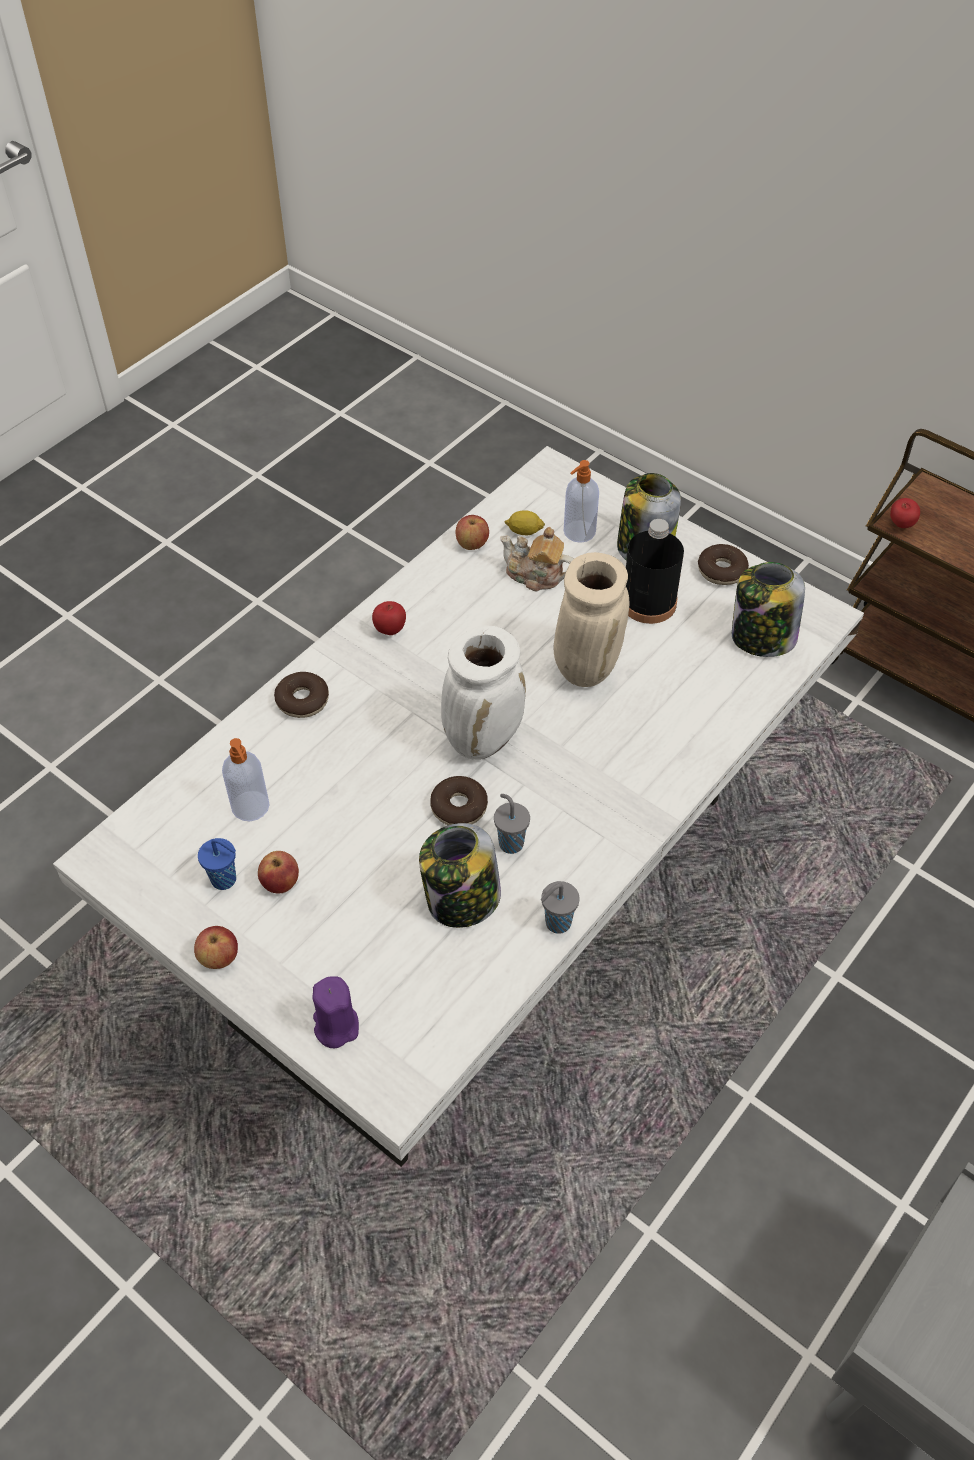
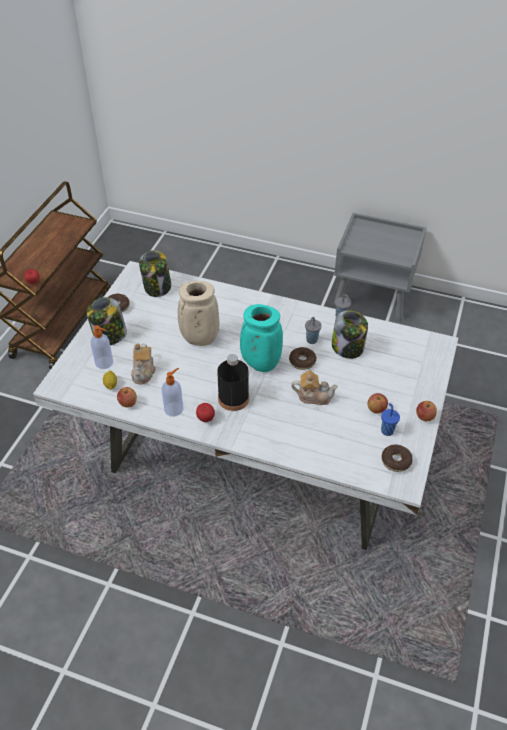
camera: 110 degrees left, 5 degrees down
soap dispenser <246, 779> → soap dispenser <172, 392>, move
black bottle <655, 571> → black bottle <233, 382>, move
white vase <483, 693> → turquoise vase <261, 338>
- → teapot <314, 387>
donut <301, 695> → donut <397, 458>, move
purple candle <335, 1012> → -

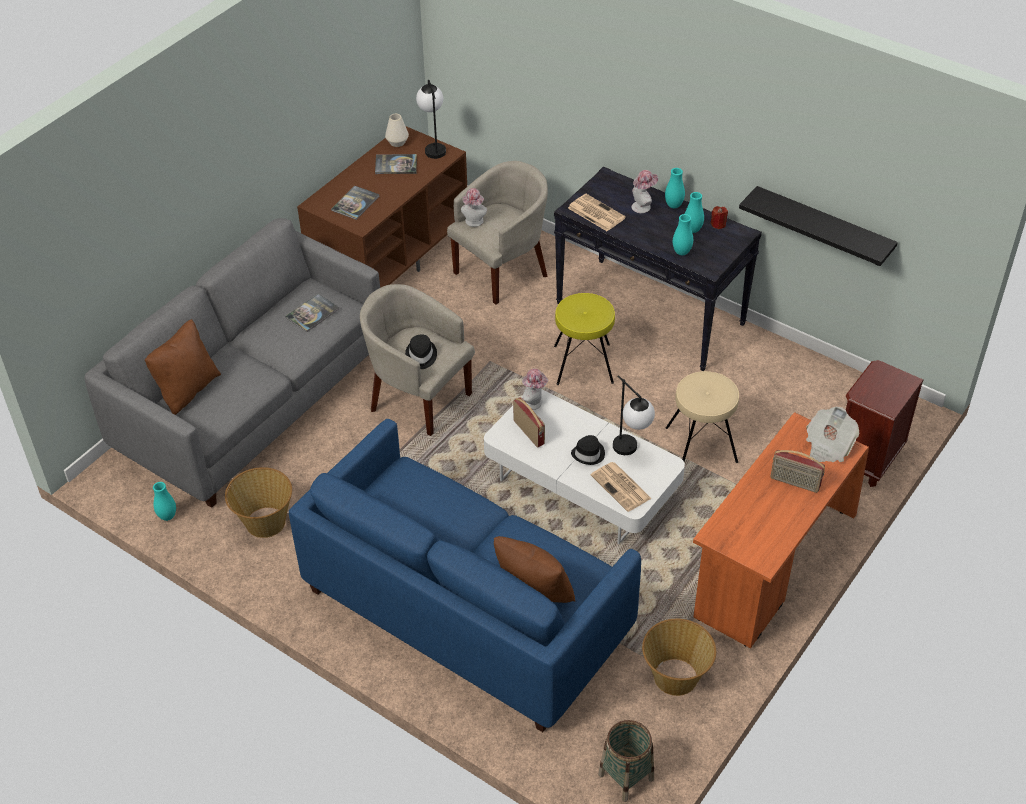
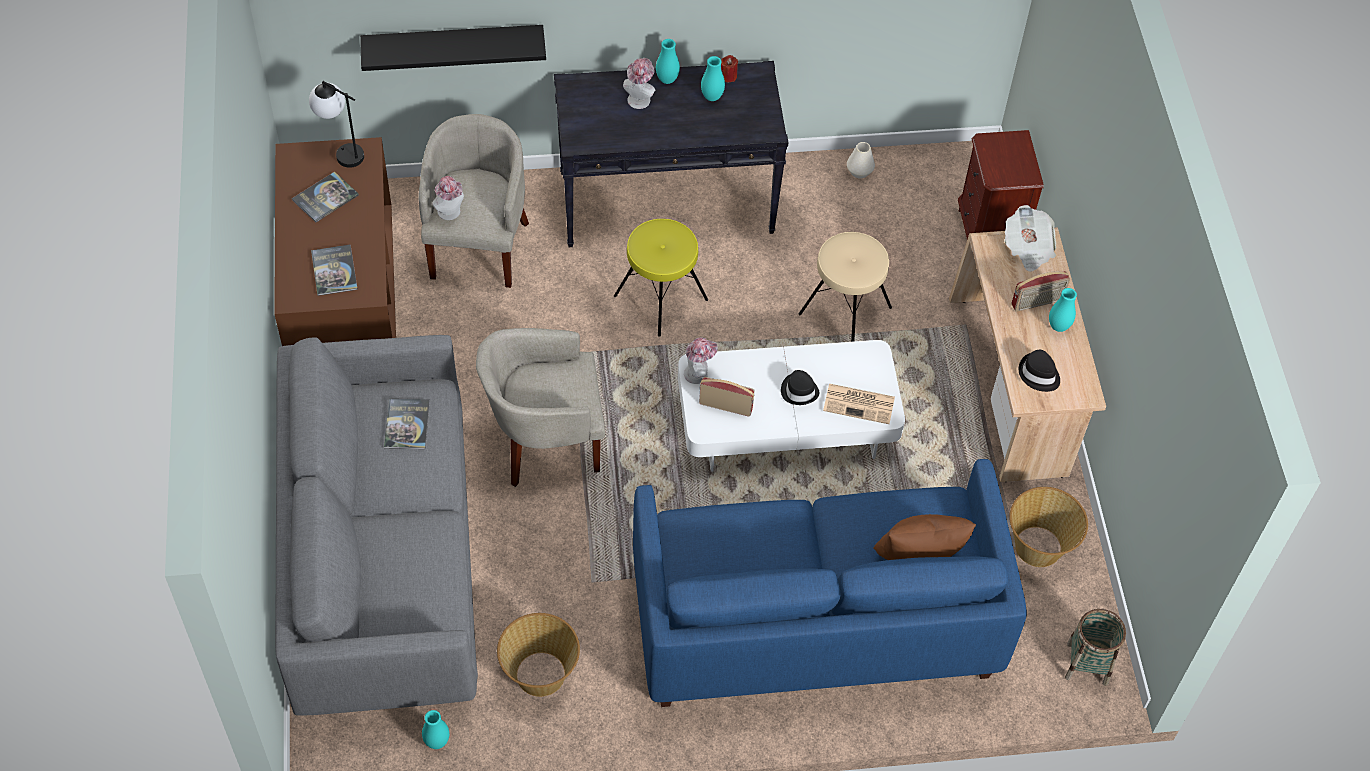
camera: 45 degrees left, 10 degrees up
black shelf <818, 226> → black shelf <453, 48>, move
white vase <397, 130> → white vase <861, 160>, move
orange desk <781, 530> → beige desk <1027, 354>
black hat <421, 352> → black hat <1039, 371>, move
turquoise vase <683, 234> → turquoise vase <1063, 310>, move
brown pillow <183, 367> → -
newspaper <597, 212> → -
table lamp <634, 415> → -

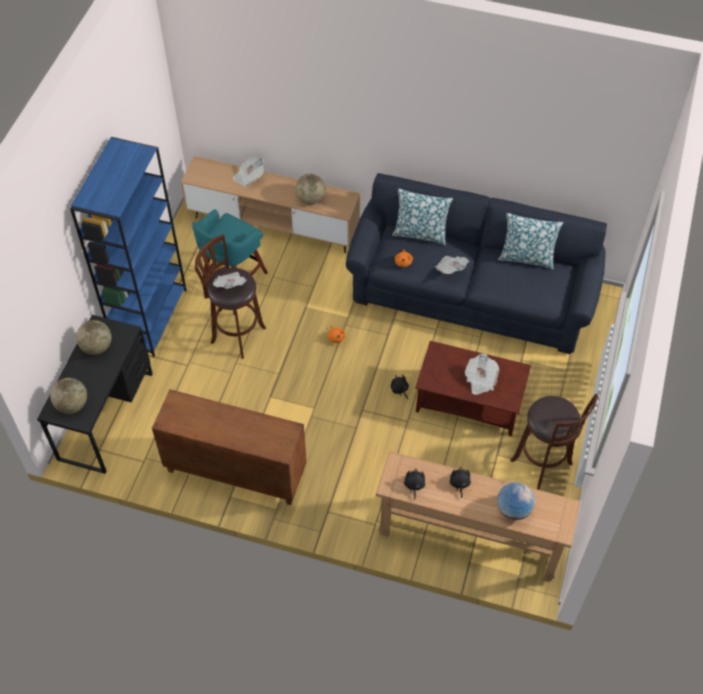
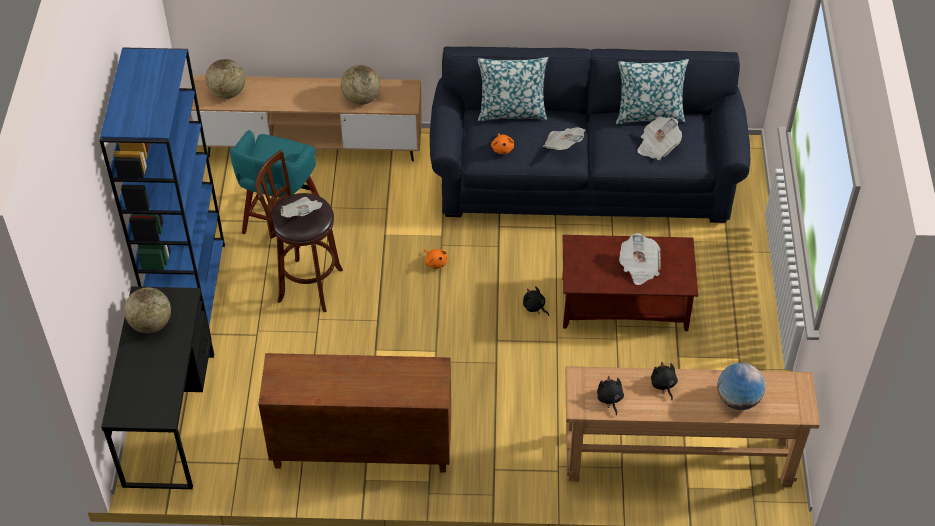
camera: 15 degrees left, 5 degrees down
globe <68, 396> → globe <225, 79>, move
newspaper <248, 171> → newspaper <659, 138>, move
brown stool <554, 442> → -

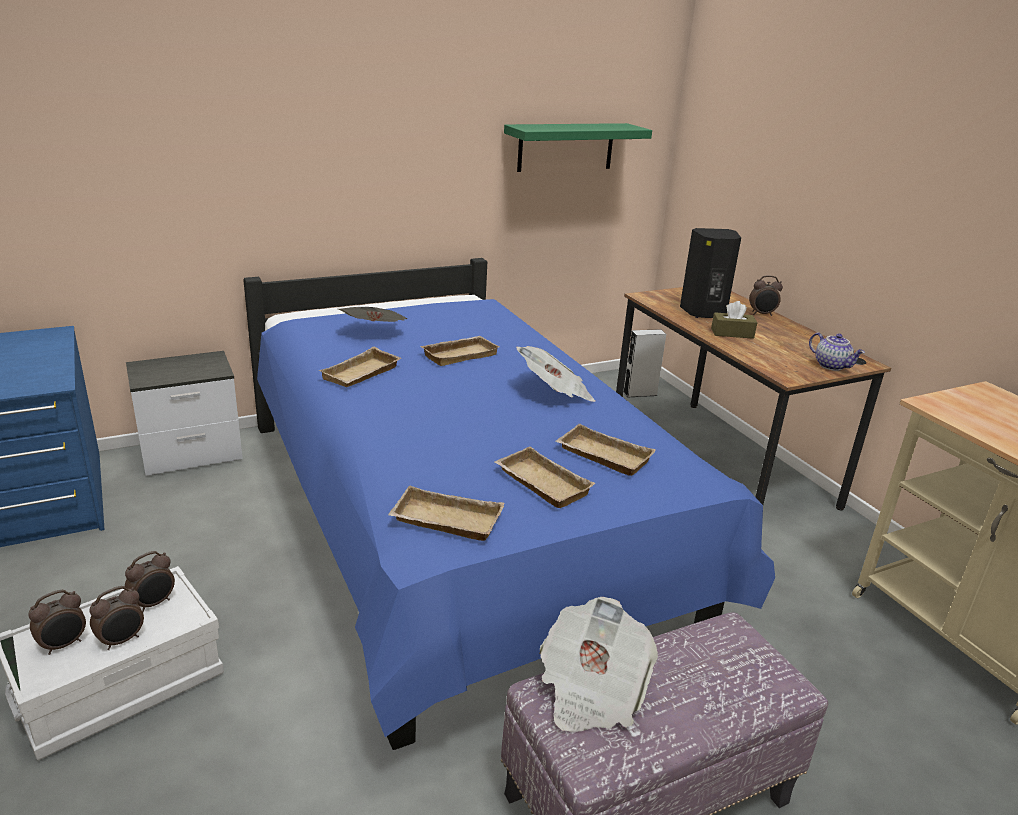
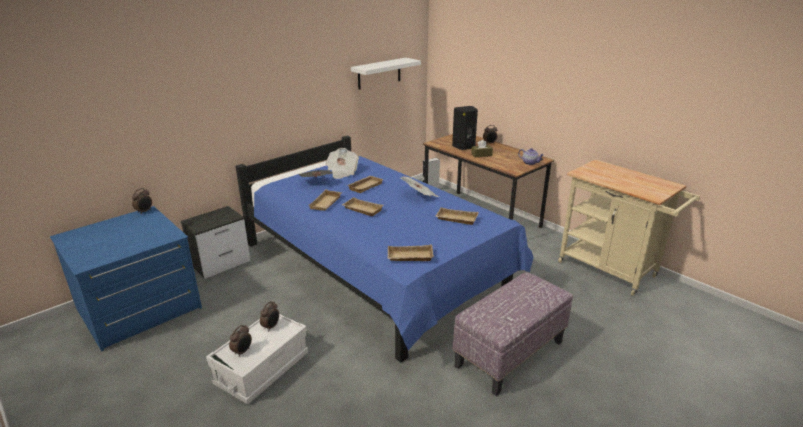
camera: 15 degrees left, 0 degrees up
alarm clock <116, 618> → alarm clock <142, 200>, move
newspaper <598, 664> → newspaper <342, 163>, move
beige tray <545, 477> → beige tray <362, 206>, move
green shelf <578, 147> → white shelf <386, 74>

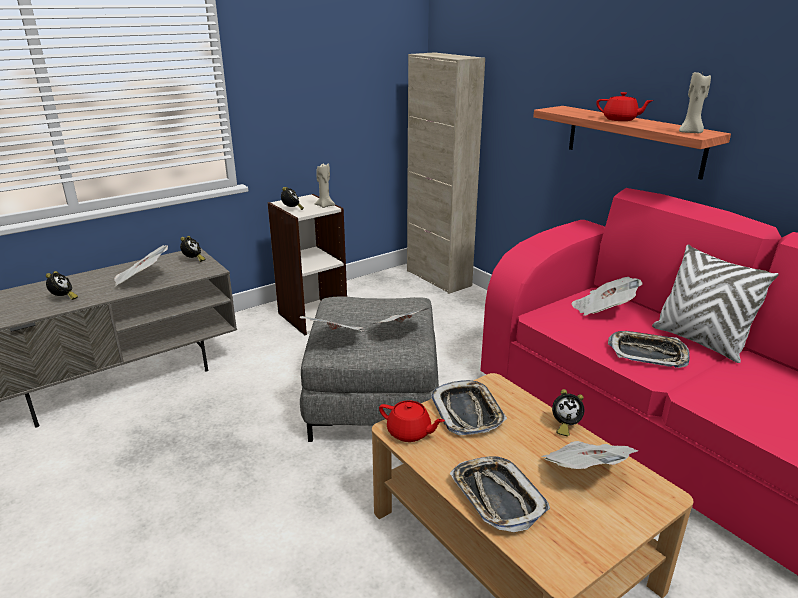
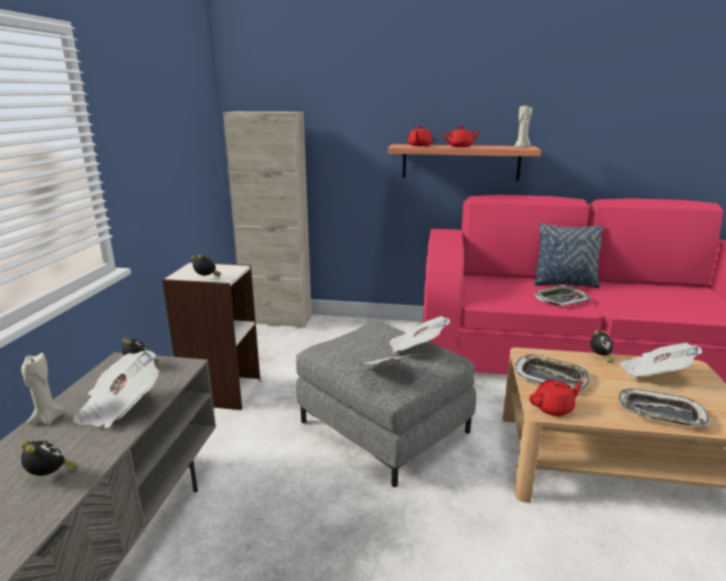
camera: 45 degrees left, 5 degrees down
beige candle <325, 185> → beige candle <44, 389>, move
- → red teapot <420, 135>
white pillow <715, 303> → blue pillow <568, 255>
newspaper <607, 296> → -

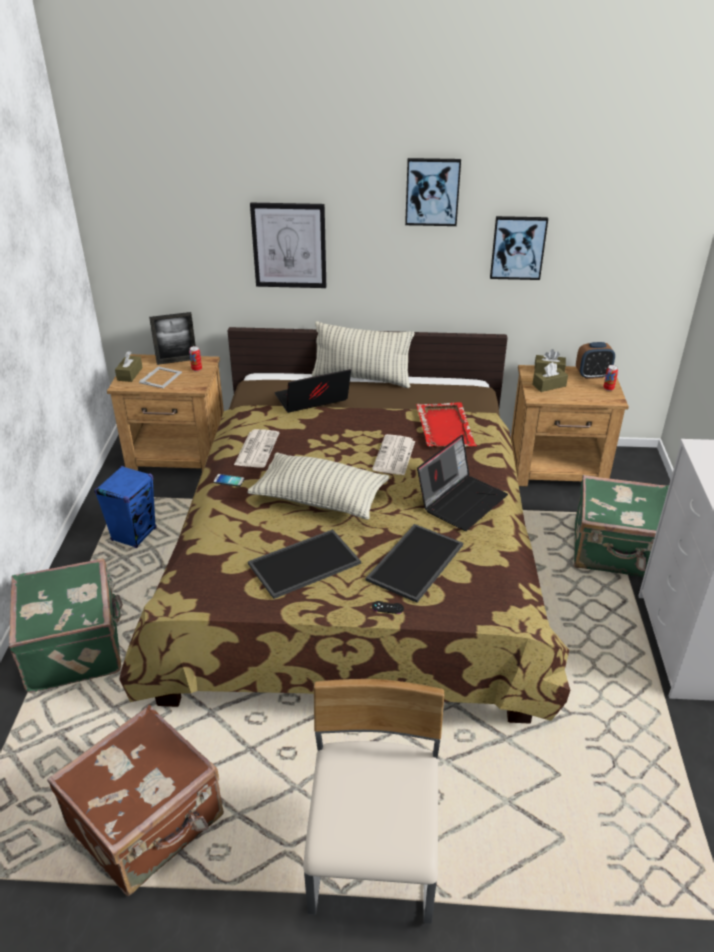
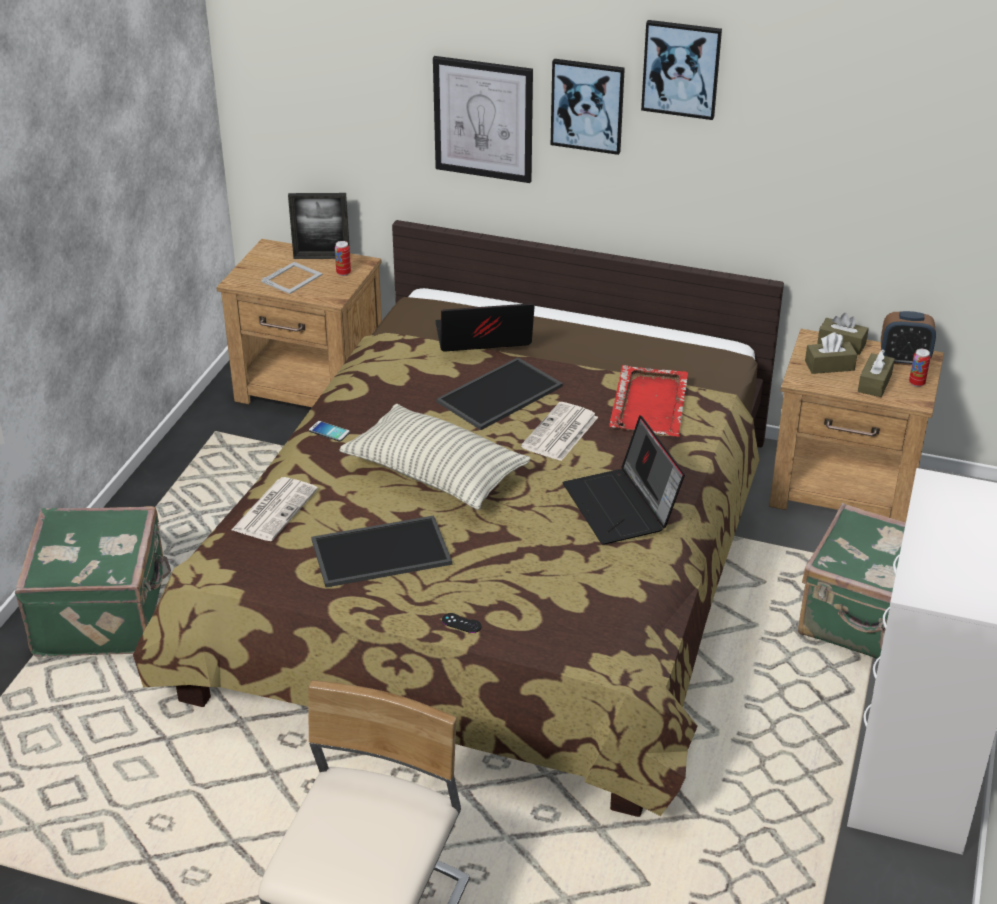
camera: 15 degrees right, 0 degrees up
newspaper <256, 448> → newspaper <274, 509>, move
tray <414, 563> → tray <499, 393>, move
picture <519, 248> → picture <588, 107>, move
laptop <462, 483> → laptop <624, 480>, 105 degrees clockwise
brown tissue box <129, 366> → brown tissue box <876, 373>, move
brown suitcase <135, 800> → -
blue speaker <125, 507> → -
pillow <363, 354> → -

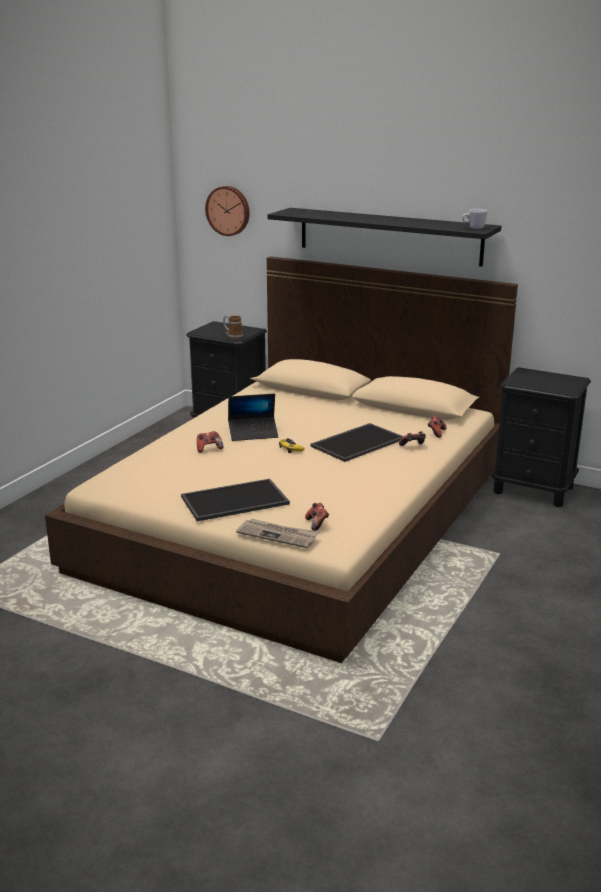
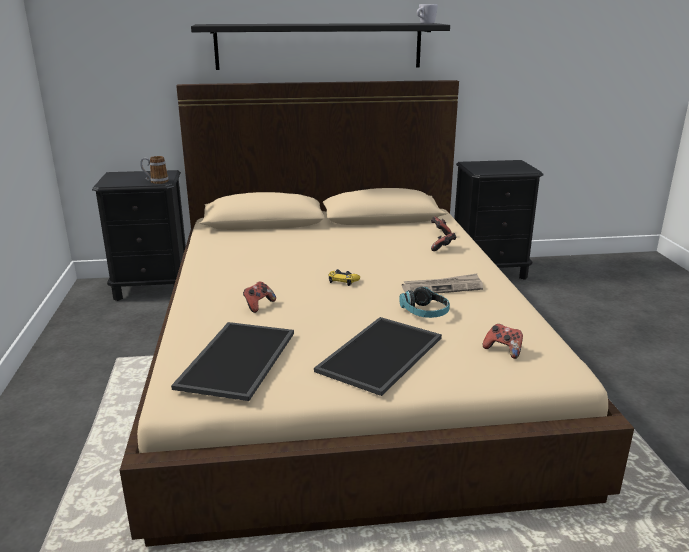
camera: 35 degrees left, 0 degrees up
tray <356, 442> → tray <232, 361>, move
- → headphones <424, 302>
newspaper <278, 533> → newspaper <442, 284>, move
wall clock <227, 211> → -
laptop <253, 417> → -

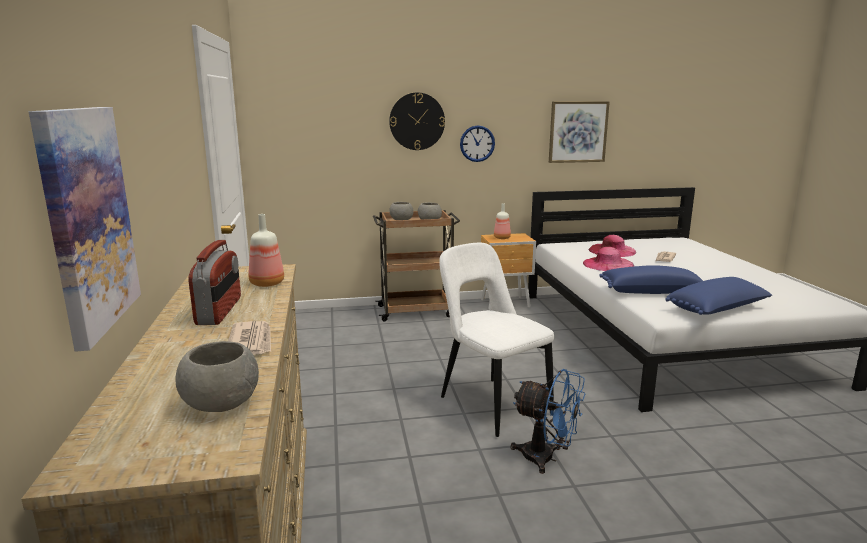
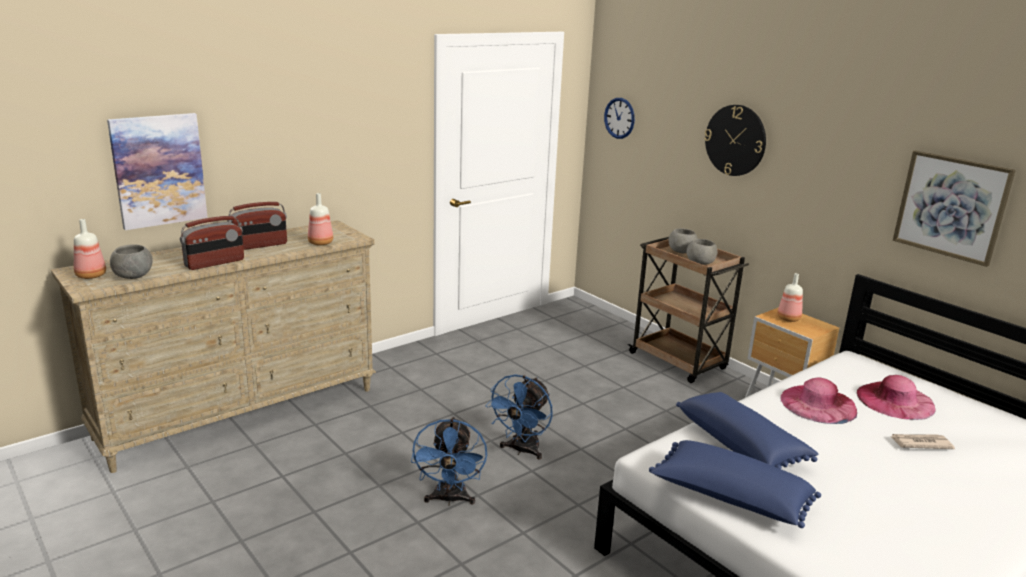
camera: 60 degrees right, 5 degrees up
- → bottle <90, 249>
newspaper <249, 338> → radio <212, 243>
white chair <496, 340> → blue fan <519, 417>
wall clock <477, 143> → wall clock <619, 118>, move

